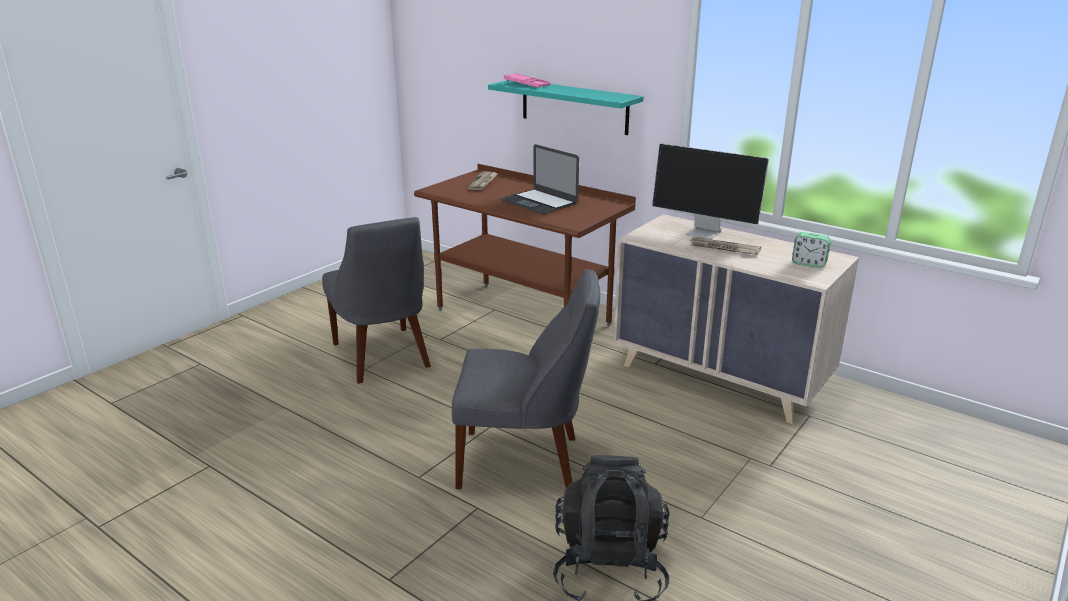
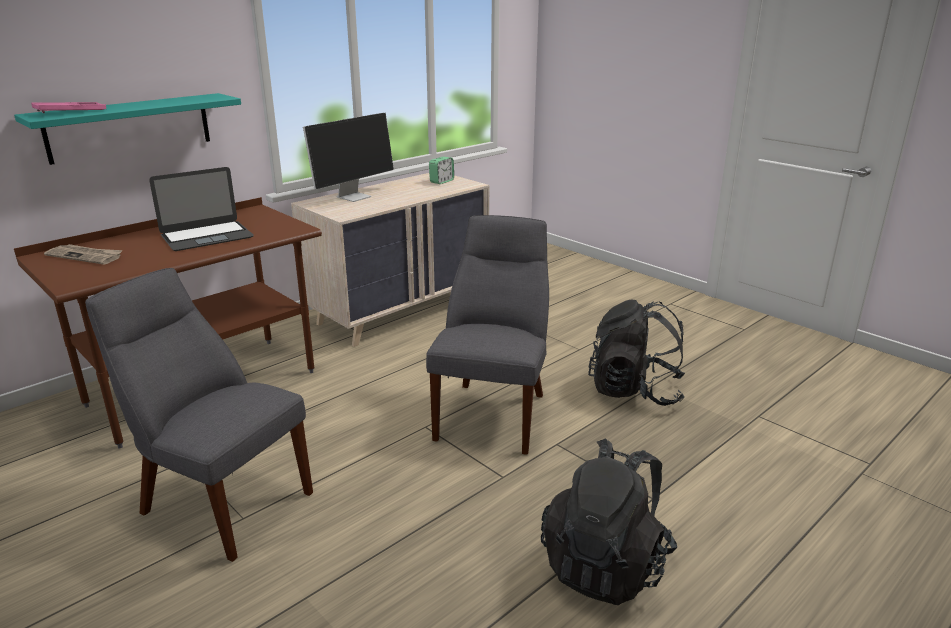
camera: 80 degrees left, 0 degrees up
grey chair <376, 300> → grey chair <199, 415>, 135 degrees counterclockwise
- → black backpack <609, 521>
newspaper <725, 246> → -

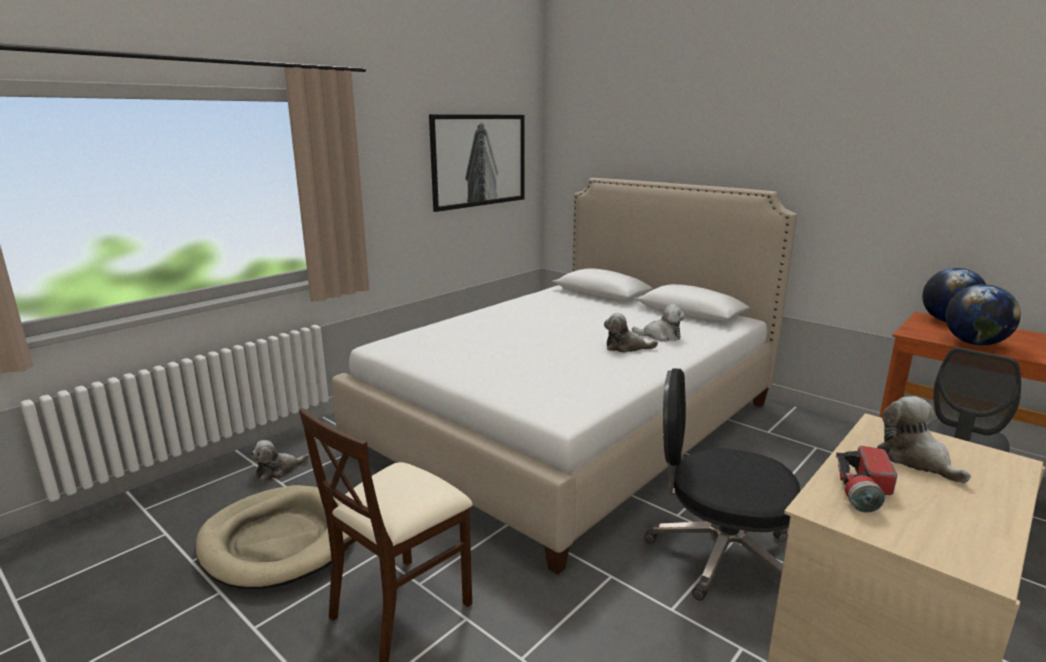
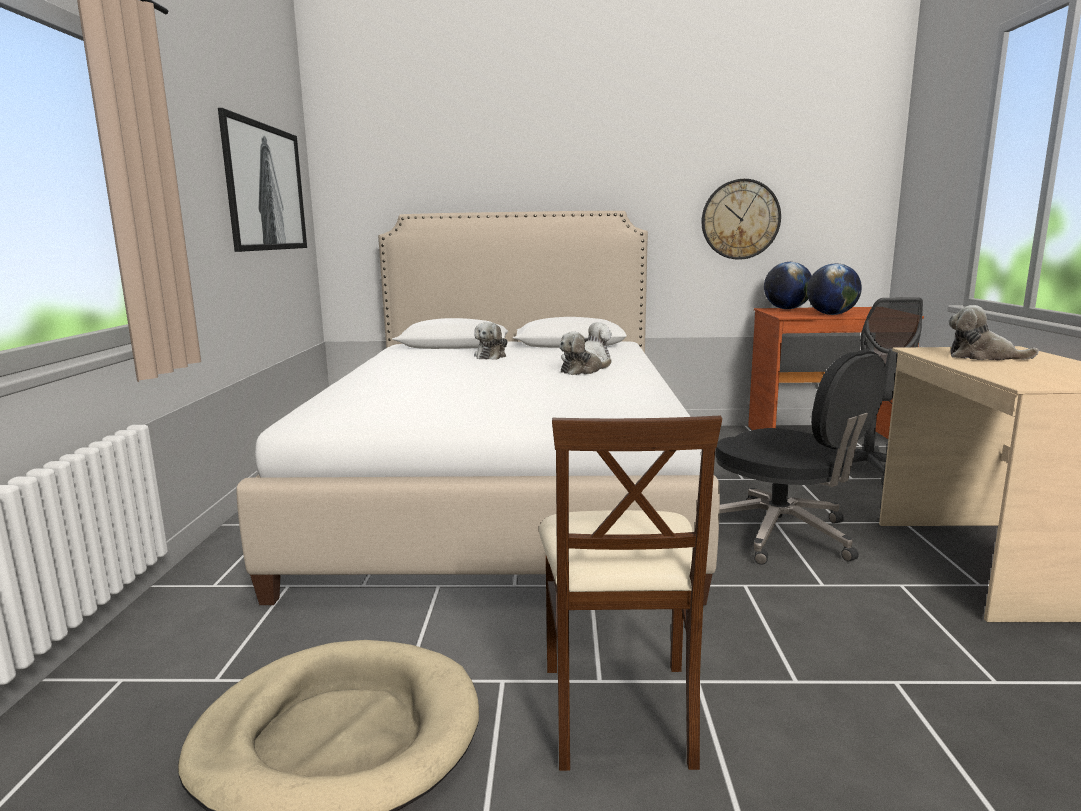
camera: 40 degrees left, 5 degrees down
plush toy <280, 460> → plush toy <490, 341>, move
- → wall clock <741, 219>
black office chair <722, 485> → black office chair <800, 457>, 105 degrees counterclockwise
flashlight <866, 479> → -

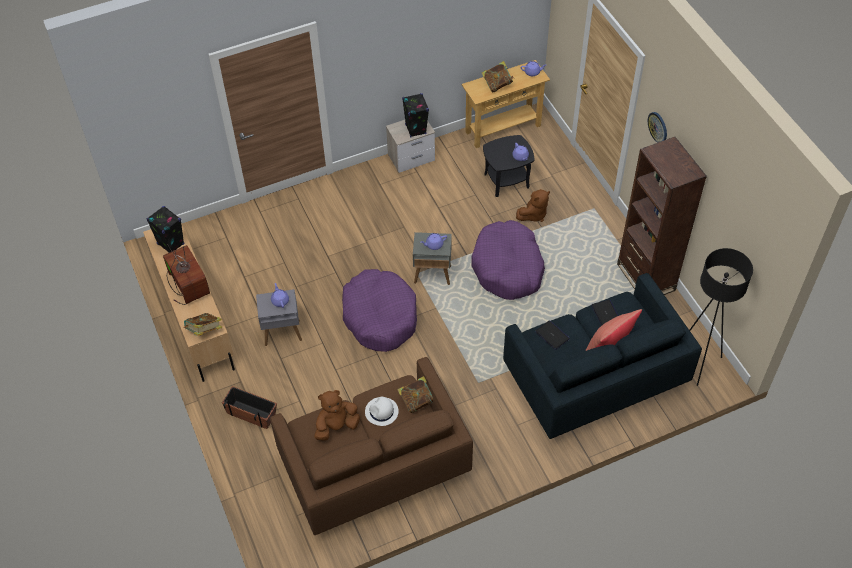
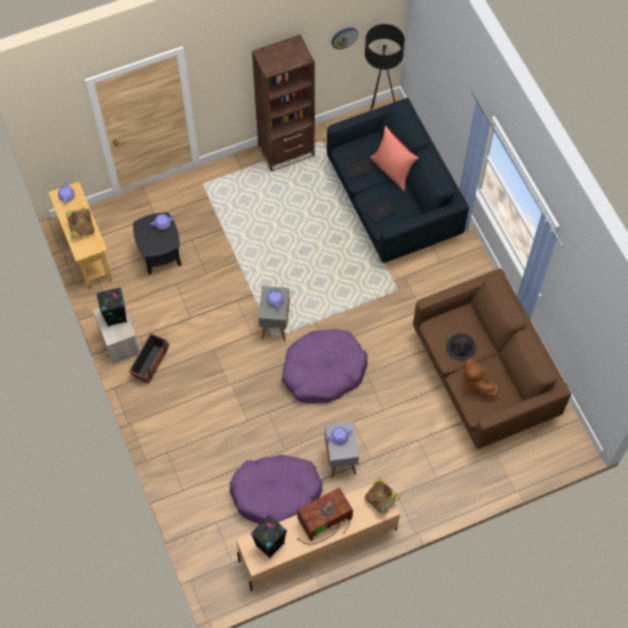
camera: 90 degrees left, 10 degrees up
planter <249, 407> → planter <149, 358>, move
purple dog bed <508, 260> → purple dog bed <276, 489>, move
wall clock <657, 127> → wall clock <344, 38>, move
white hat <382, 411> → black hat <461, 347>
book <415, 394> → -
brown plush toy <533, 205> → -

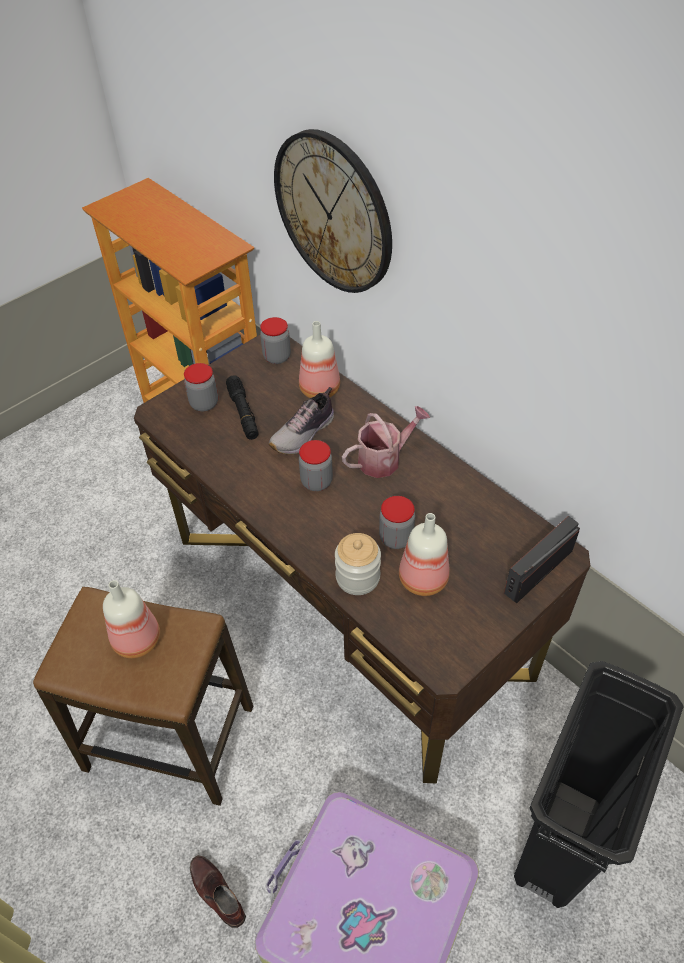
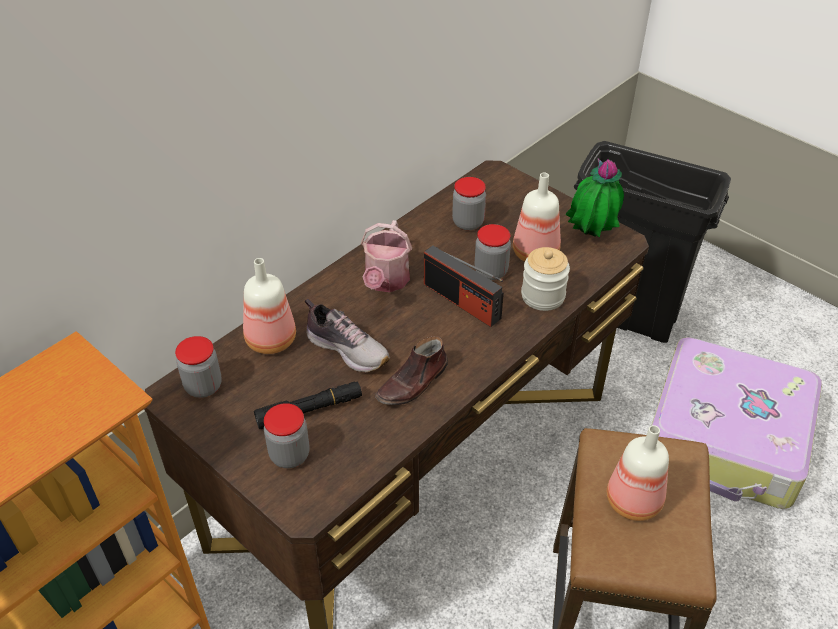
camera: 95 degrees left, 5 degrees down
watering can <386, 442> → watering can <386, 256>, 135 degrees counterclockwise
brown shoe <218, 891> → brown shoe <411, 370>, move
radio <542, 559> → radio <464, 286>, move
jar <316, 465> → jar <469, 203>, move
- → potted plant <594, 197>
wall clock <333, 211> → -

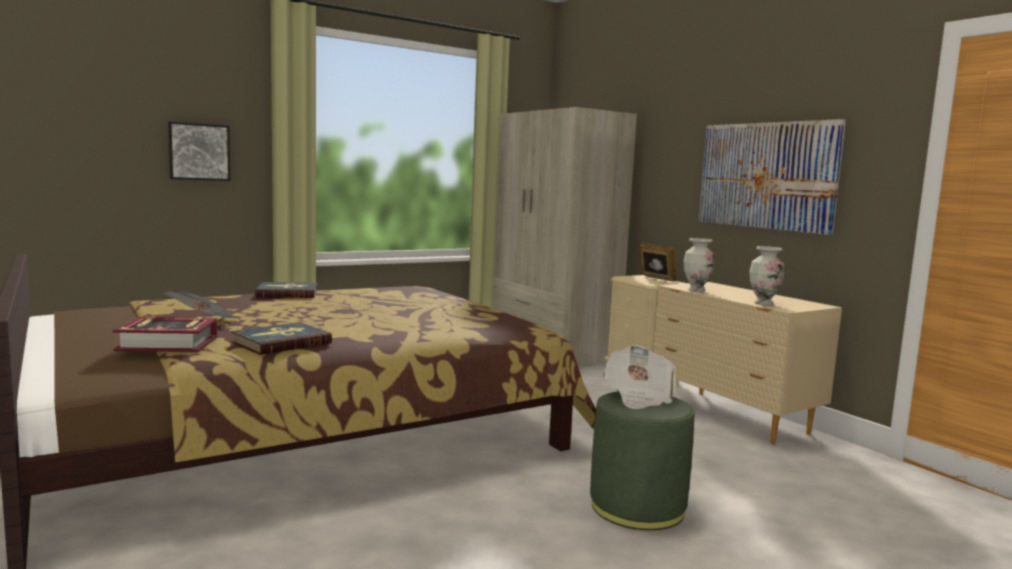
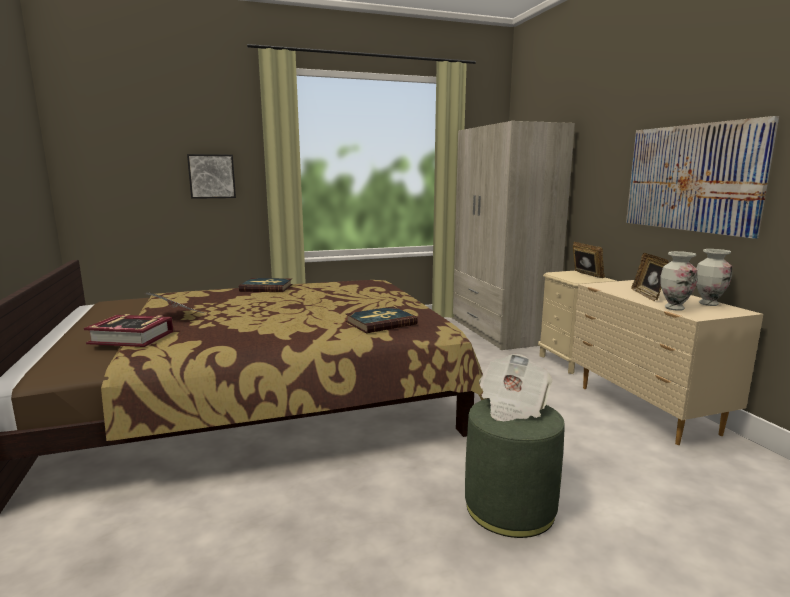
camera: 15 degrees right, 5 degrees up
book <281, 338> → book <382, 319>, move
- → picture frame <650, 277>
vase <699, 265> → vase <714, 277>, move

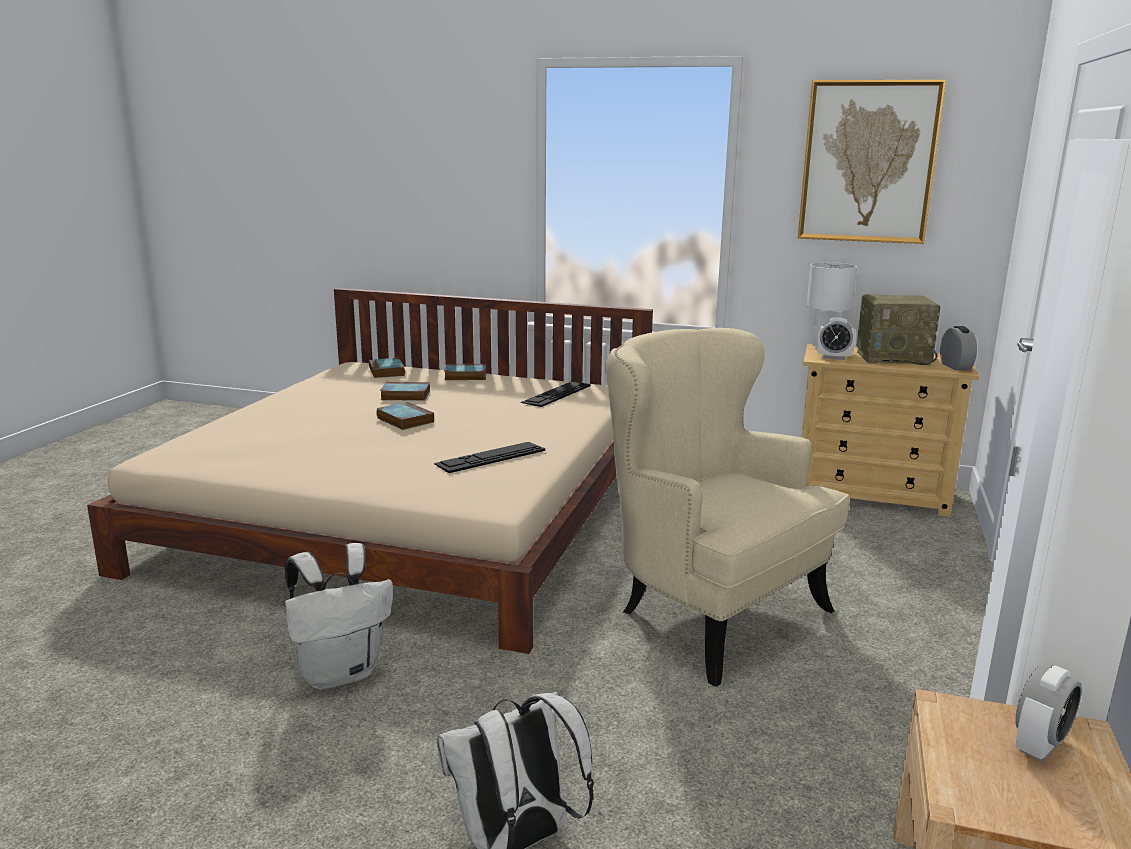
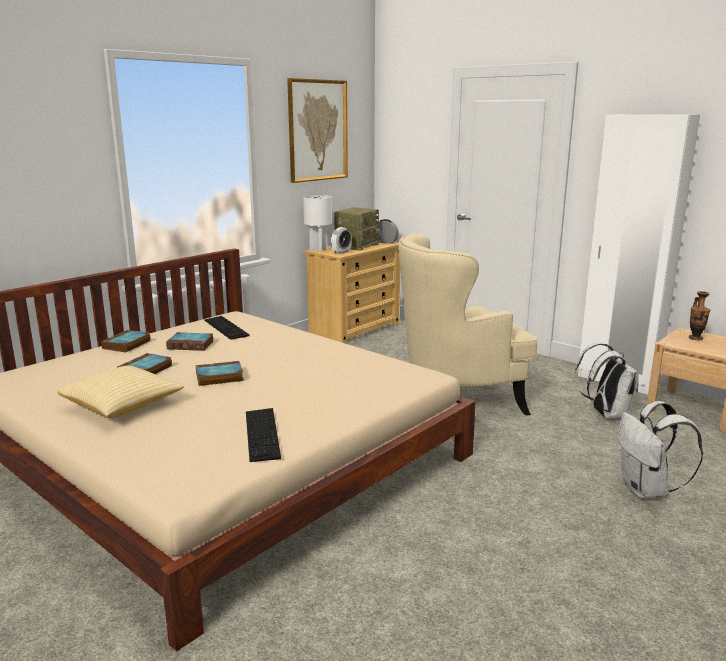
camera: 65 degrees left, 0 degrees up
- → pillow <120, 392>
book <387, 368> → book <190, 341>, move
keyboard <489, 457> → keyboard <263, 435>, move
white backpack <339, 616> → white backpack <607, 381>, move
alarm clock <1048, 714> → vase <699, 315>

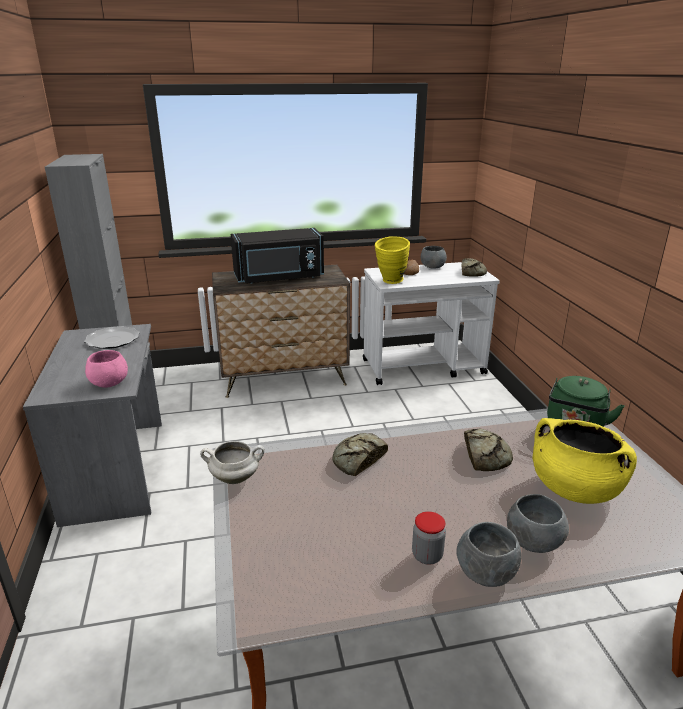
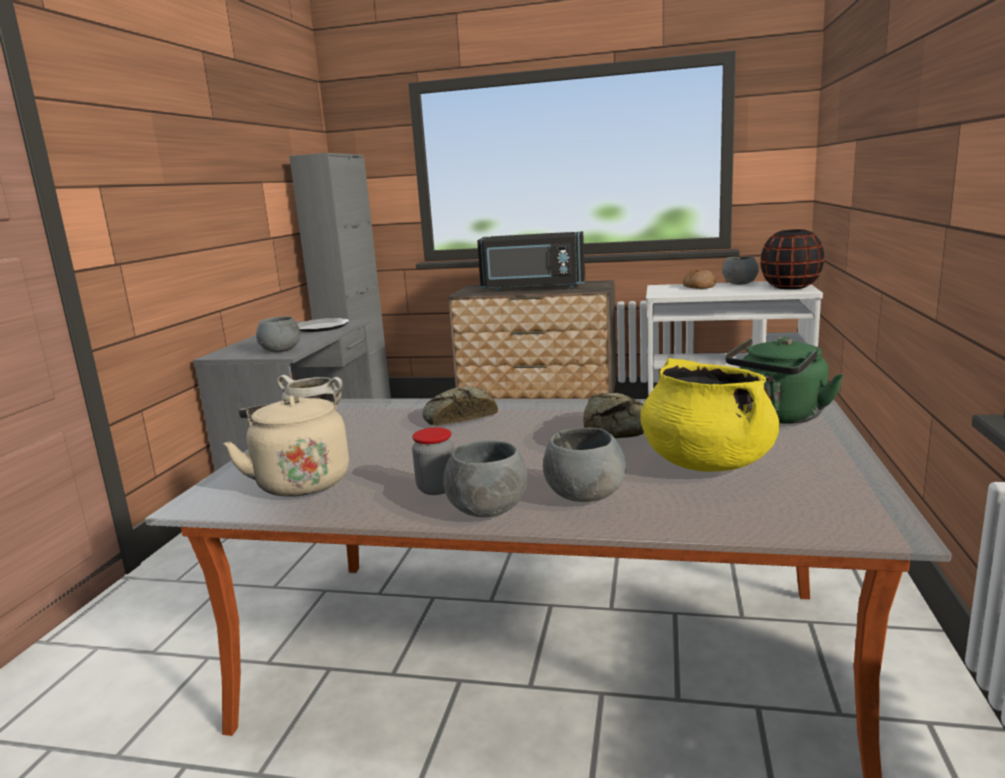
camera: 25 degrees right, 10 degrees down
- → beige kettle <286, 445>
pink bowl <106, 369> → grey bowl <278, 334>
bread <474, 267> → black vase <792, 259>
yellow vase <392, 260> → -

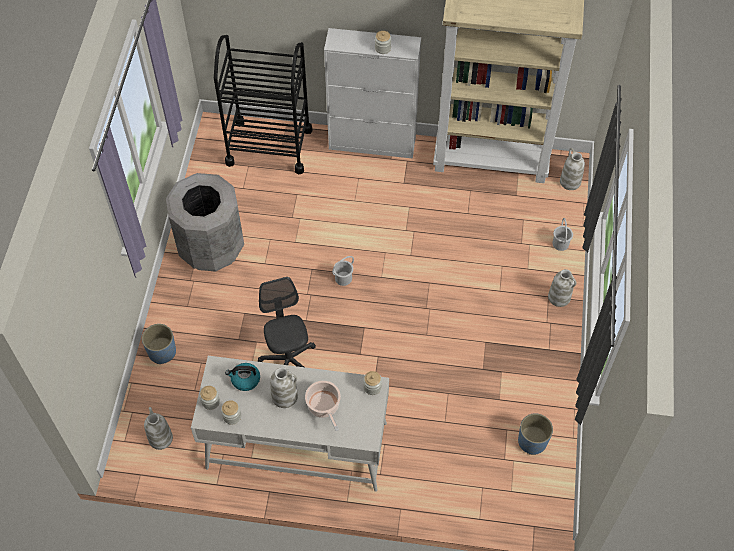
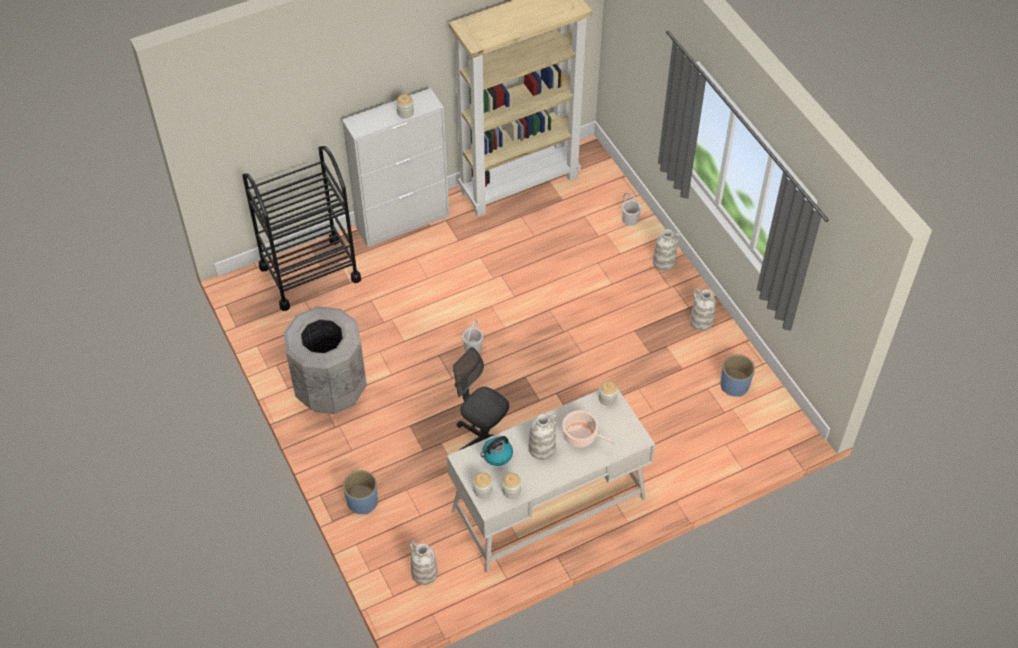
camera: 35 degrees left, 5 degrees down
white vase <572, 169> → white vase <703, 309>, move

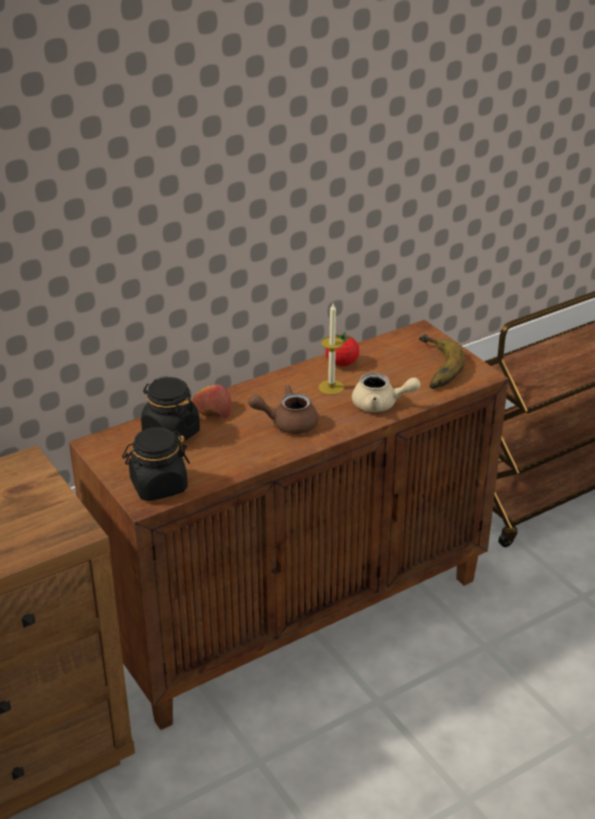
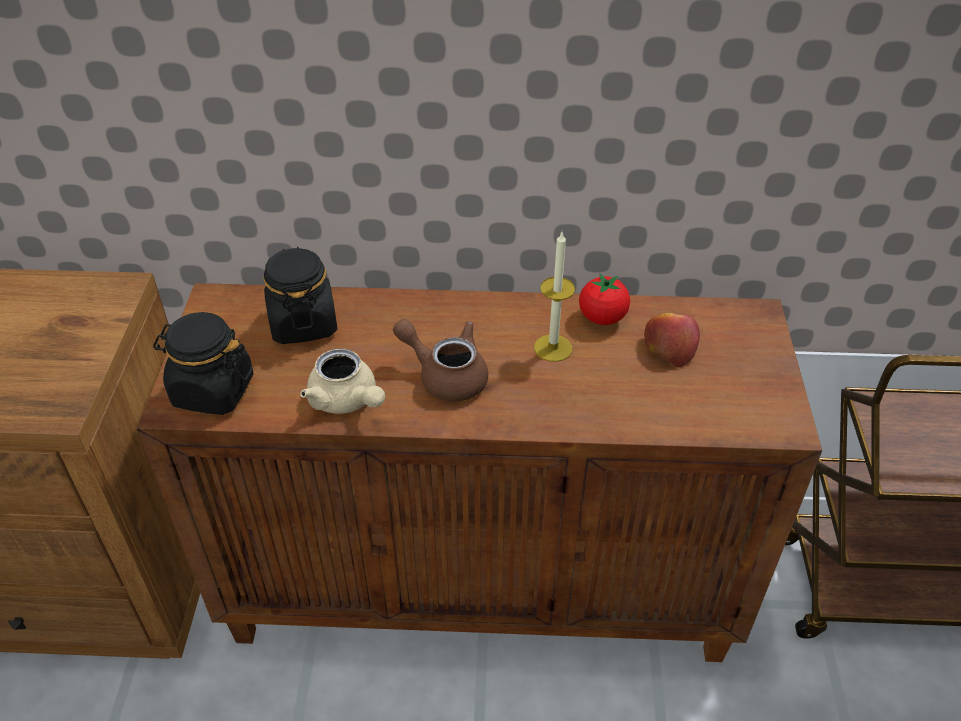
camera: 35 degrees right, 10 degrees up
beige teapot <386, 392> → beige teapot <342, 381>, move
apple <212, 401> → apple <672, 340>, move
banana <442, 361> → -

